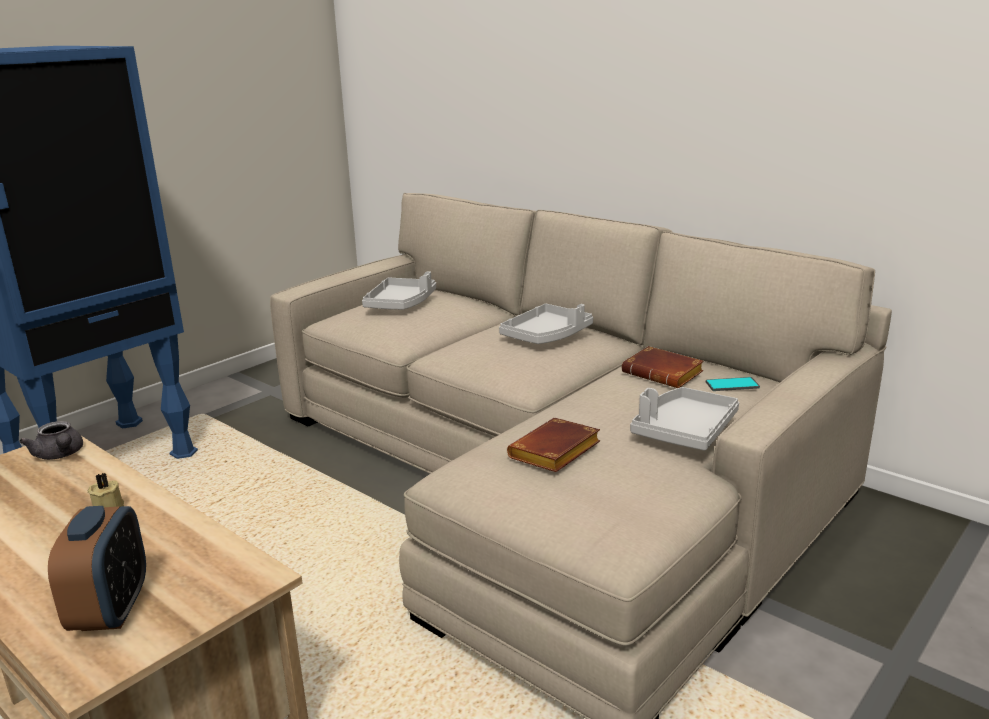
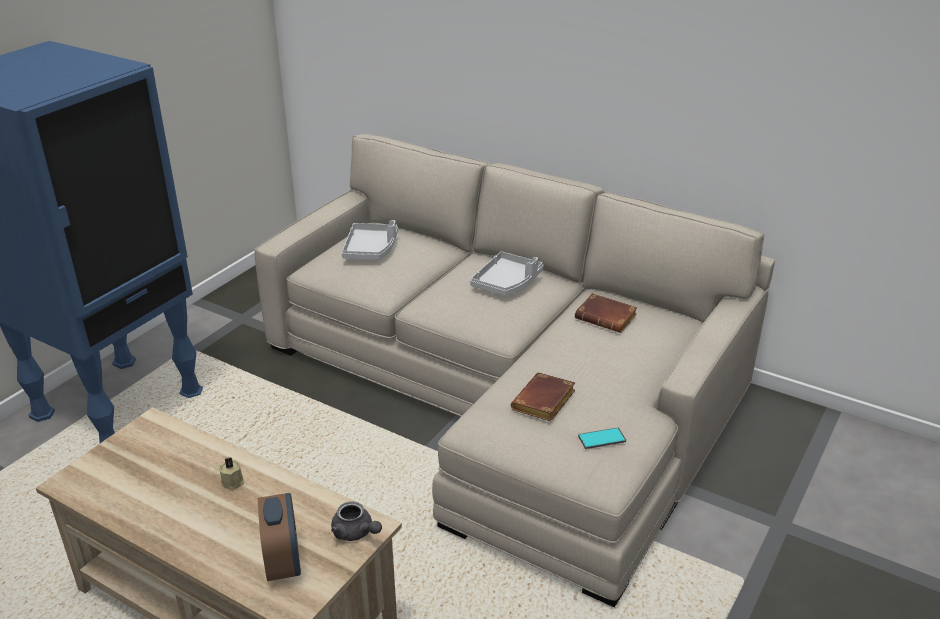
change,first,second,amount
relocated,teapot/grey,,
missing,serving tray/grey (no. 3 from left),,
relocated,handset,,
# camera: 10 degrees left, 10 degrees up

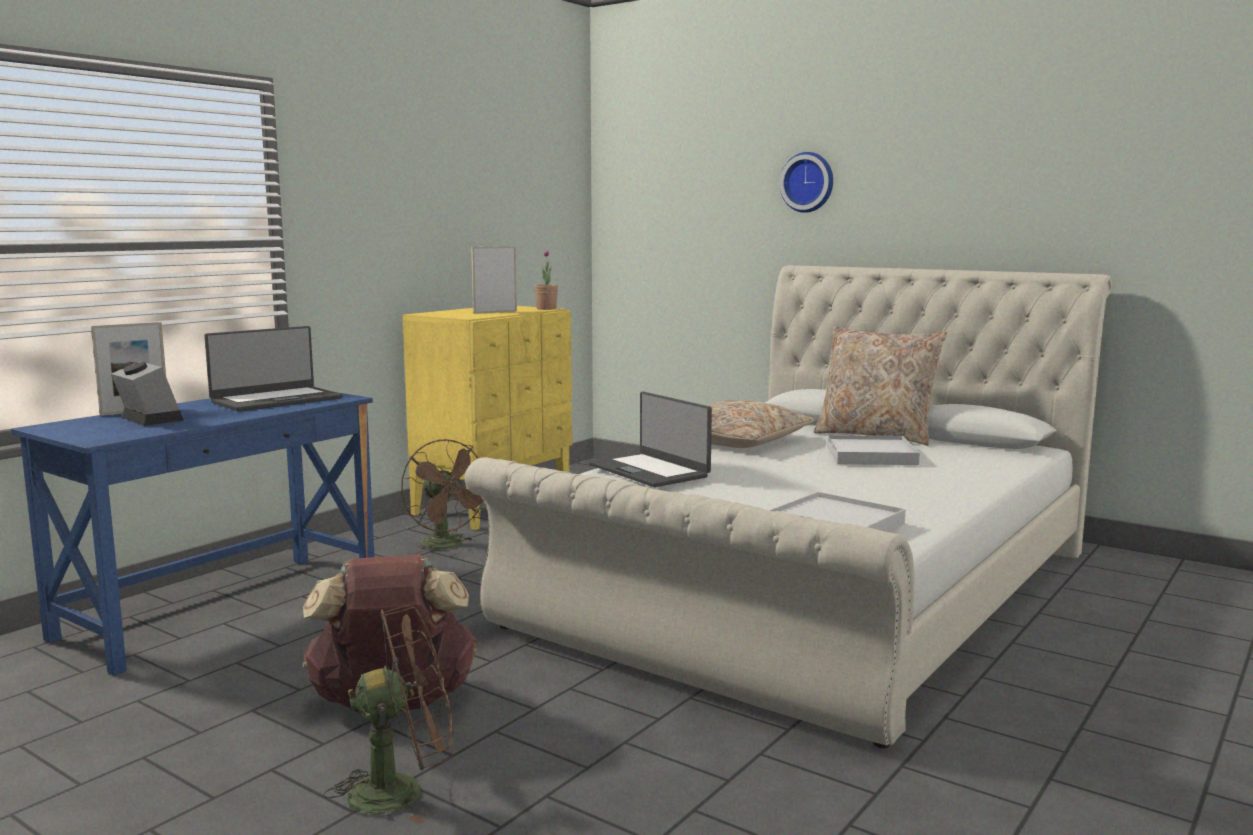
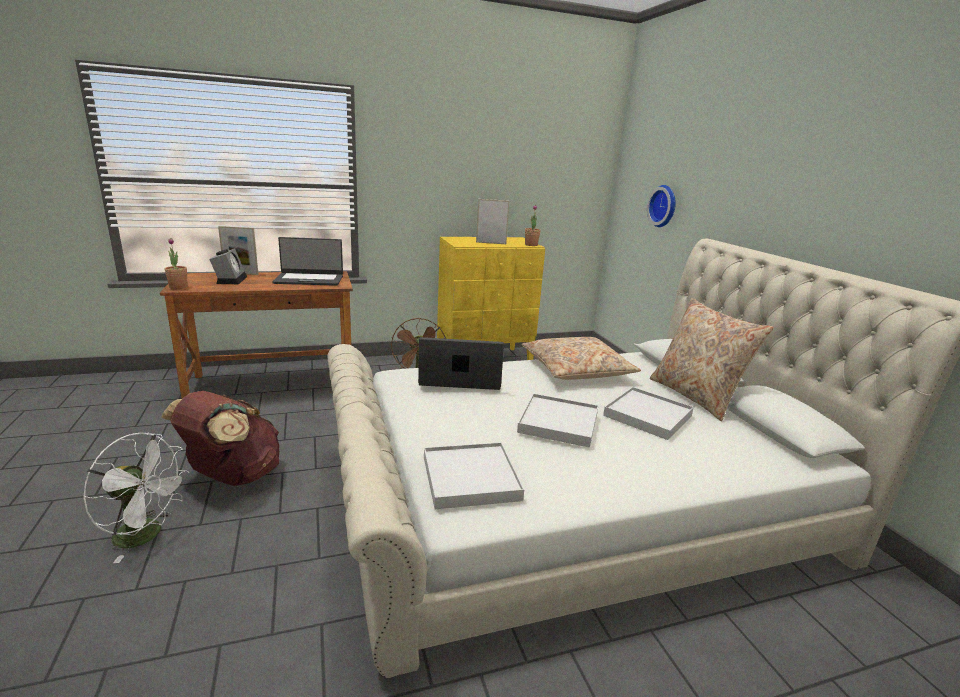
change,first,second,amount
colour,desk unit/bluish,desk unit/brown,
colour,cooling fan/brown (no. 1 from left),cooling fan/white-coloured,
spun,laptop (no. 2 from left),,90 degrees clockwise
relocated,wall clock,,
appeared,,potted plant (no. 1 from left),
appeared,,serving tray/white-coloured (no. 2 from left),
# camera: 35 degrees right, 10 degrees up

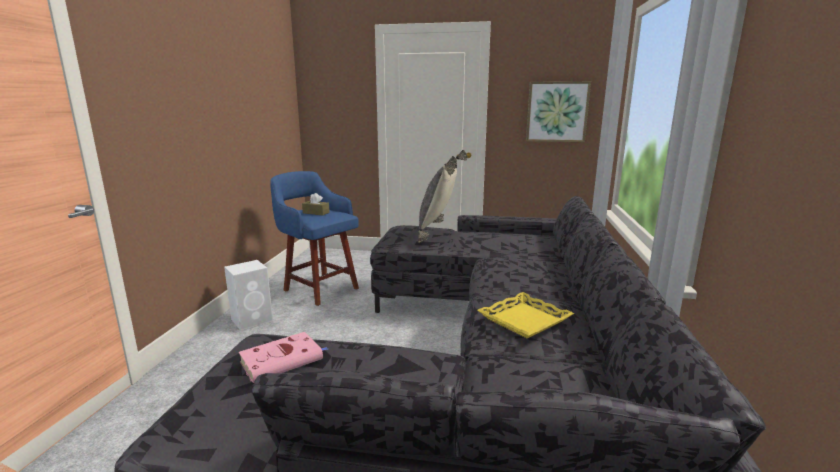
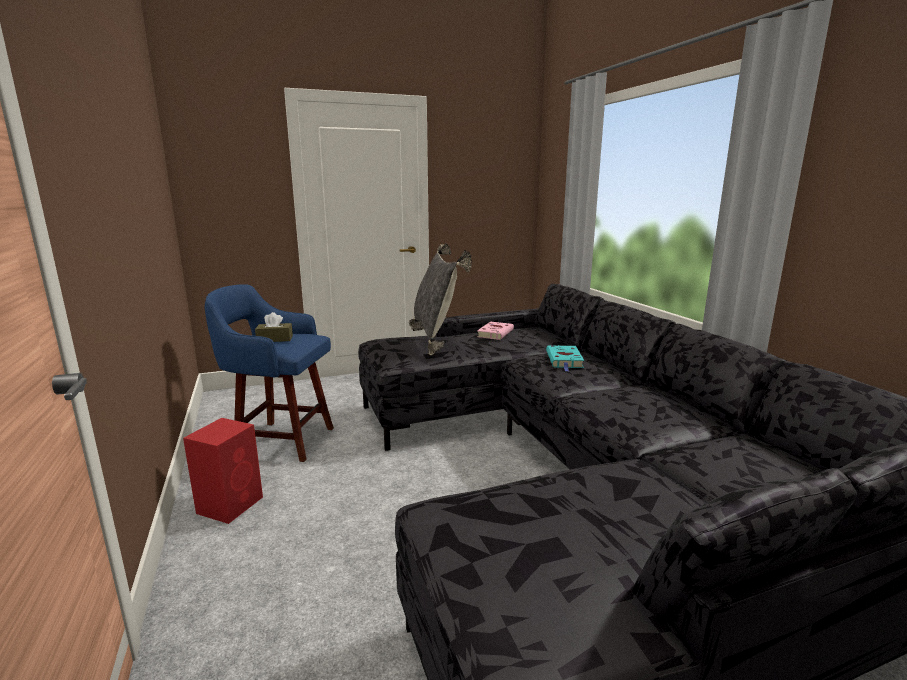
change,first,second,amount
colour,speaker/white-coloured,speaker/reddish,
relocated,book/pink-coloured,,
missing,serving tray/yellow-coloured,,
missing,wall picture,,
appeared,,book/blue-green,
# camera: 30 degrees left, 0 degrees up

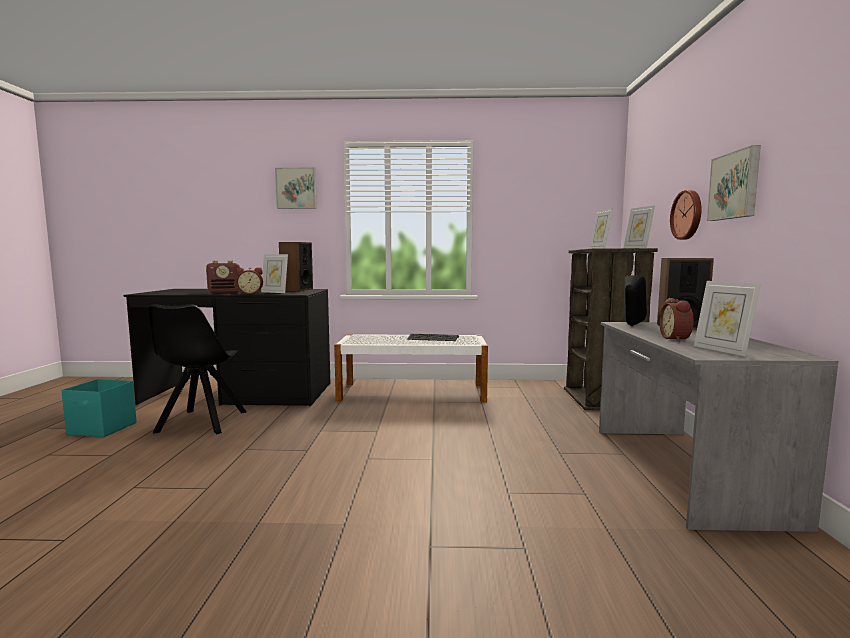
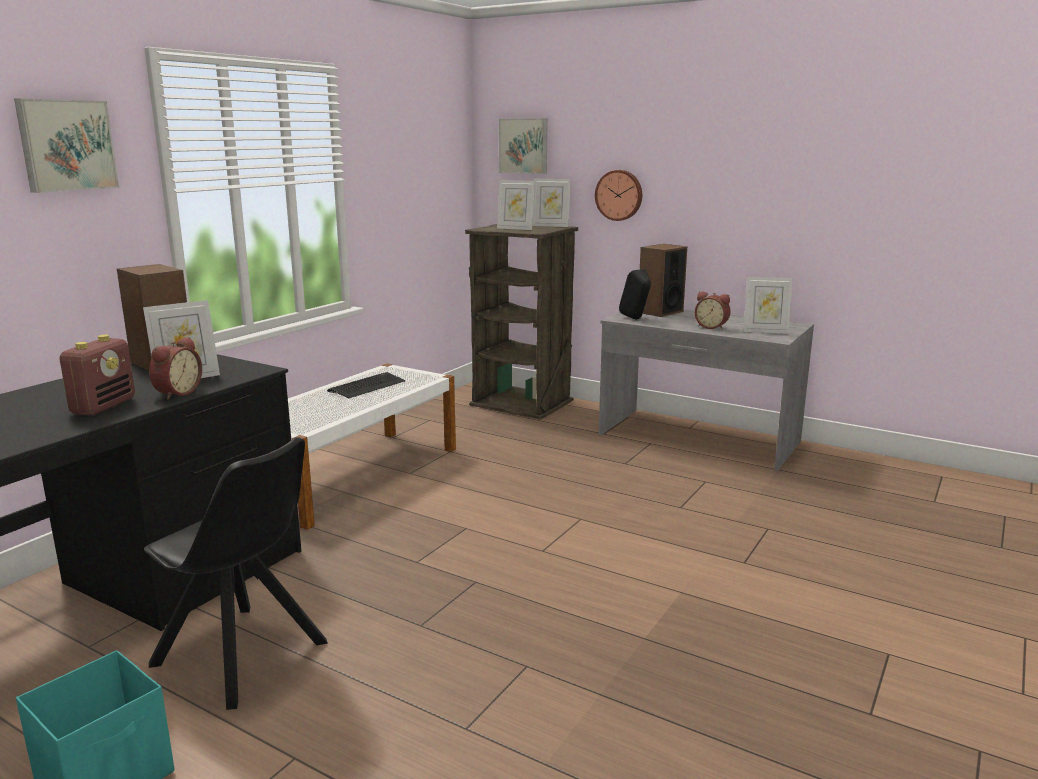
change,first,second,amount
relocated,wall picture (no. 2 from left),,
# camera: 60 degrees left, 10 degrees up

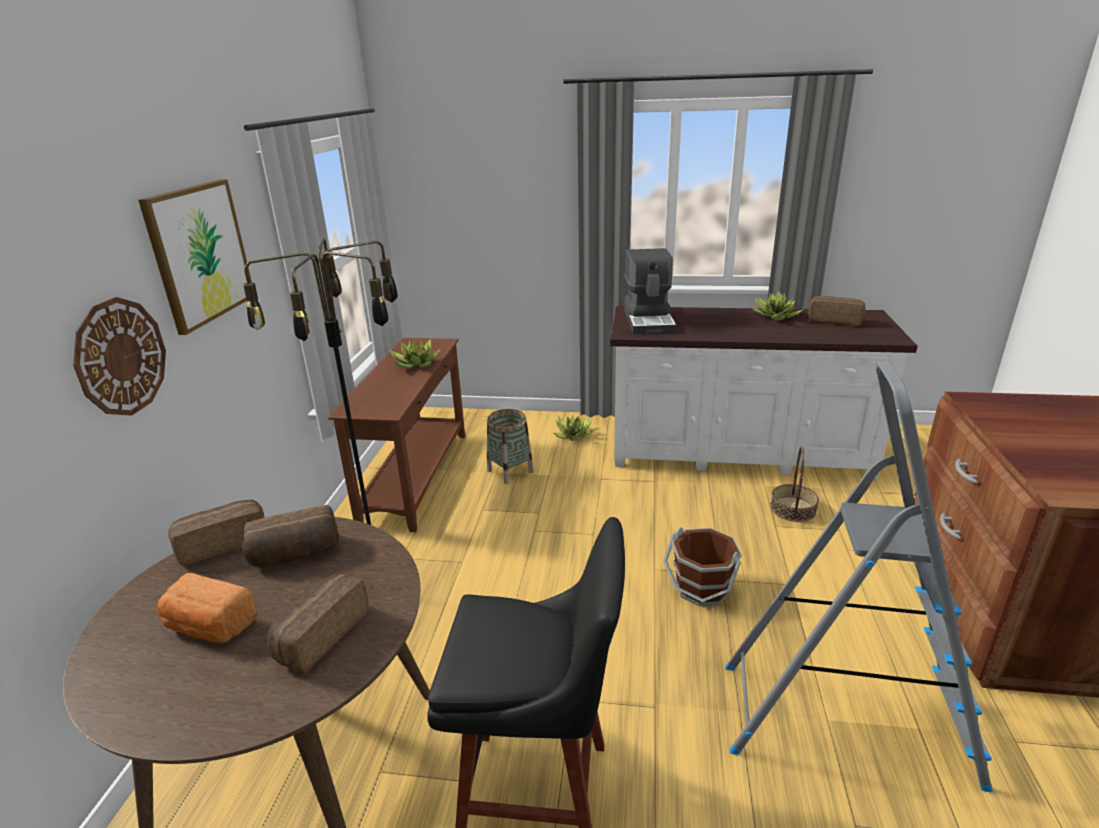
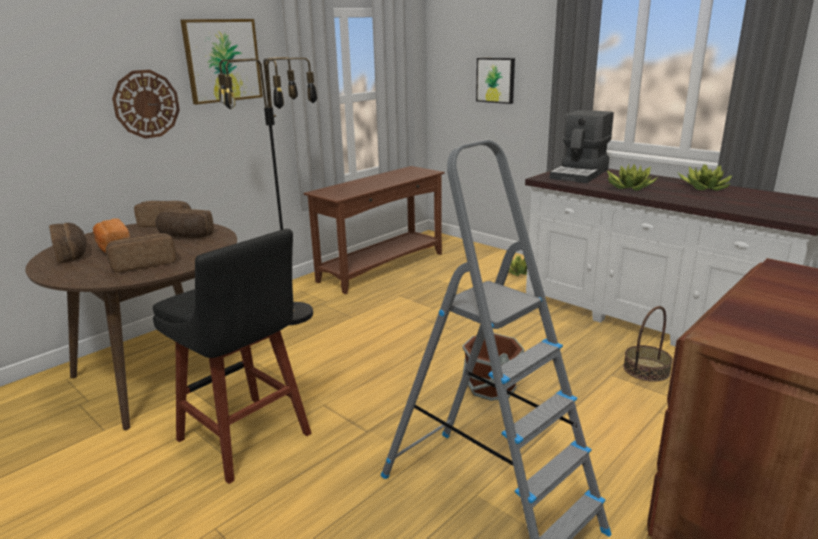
change,first,second,amount
relocated,potted plant (no. 1 from left in the first image),potted plant (no. 2 from left),
missing,household basket (no. 1 from left),,
relocated,baked bread (no. 5 from left in the first image),baked bread (no. 1 from left),
appeared,,wall picture (no. 2 from left),
# camera: 35 degrees right, 5 degrees down

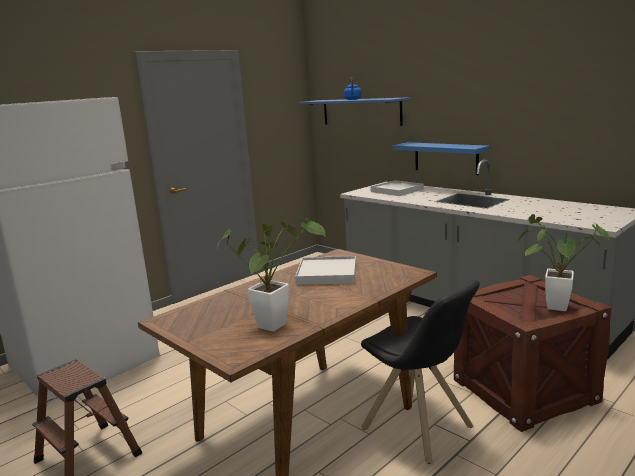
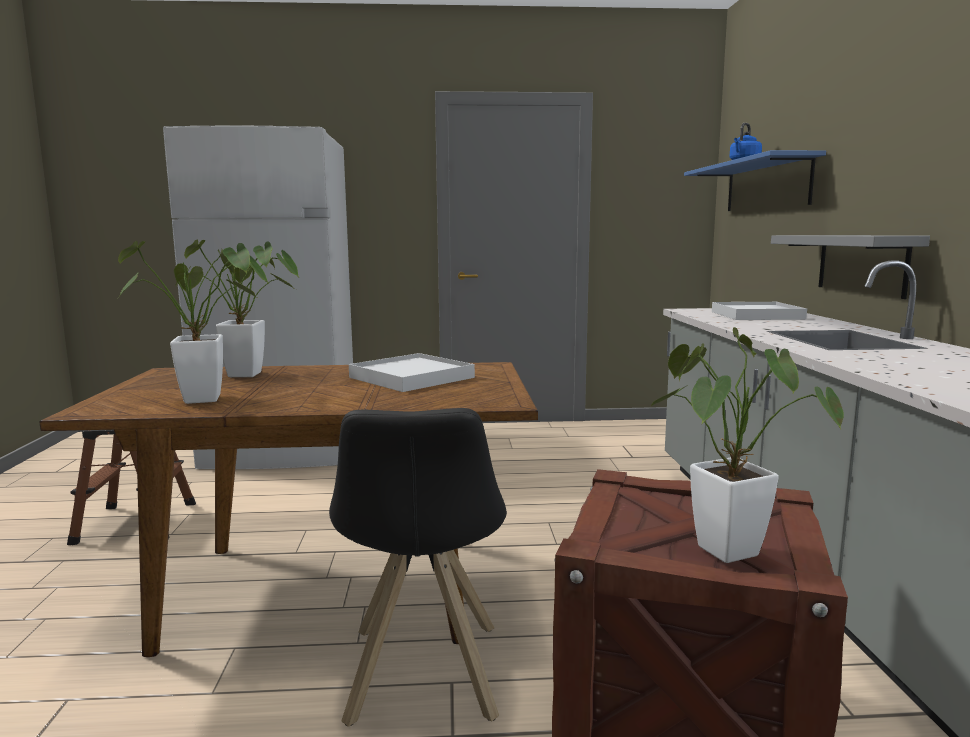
change,first,second,amount
colour,bracket shelf/bluish (no. 2 from left),bracket shelf/grey,
appeared,,potted plant (no. 2 from left),
# camera: 40 degrees right, 5 degrees down

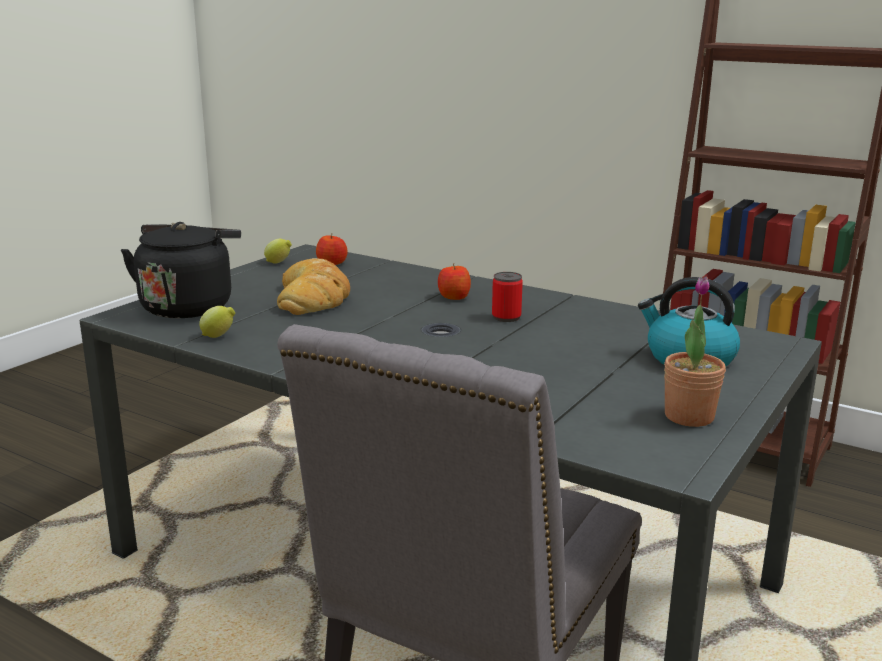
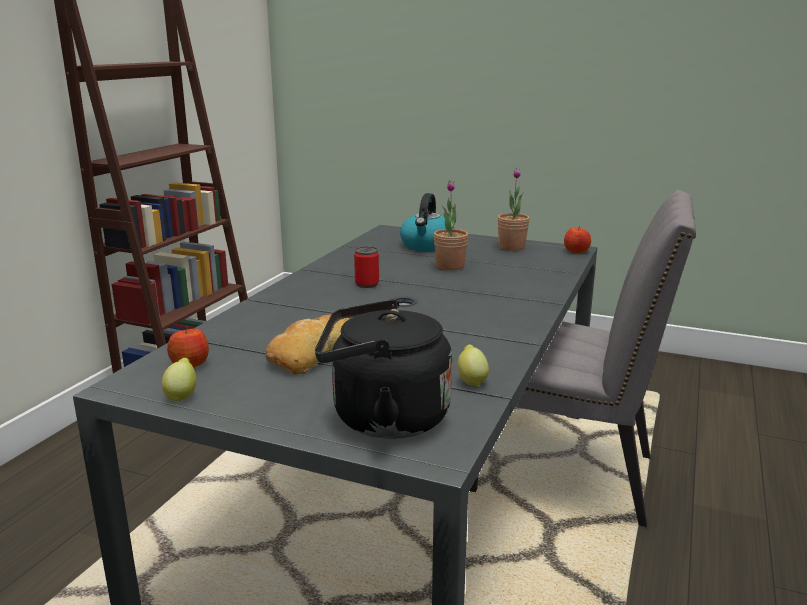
change,first,second,amount
relocated,apple (no. 2 from left),,
appeared,,potted plant (no. 1 from left),
# camera: 100 degrees left, 0 degrees up

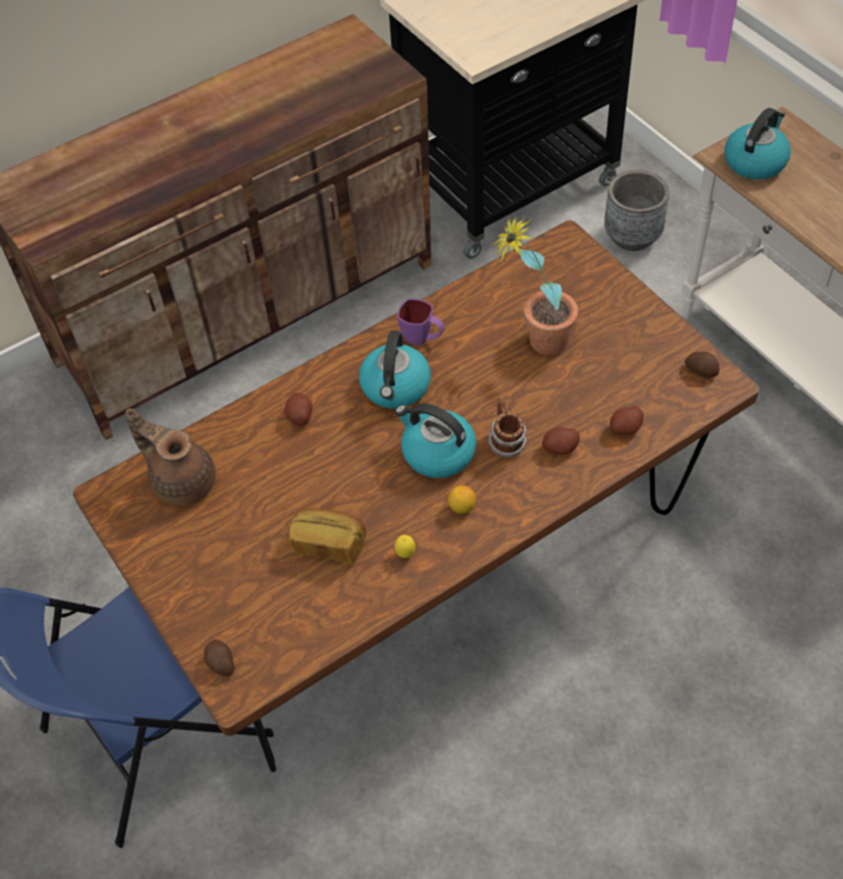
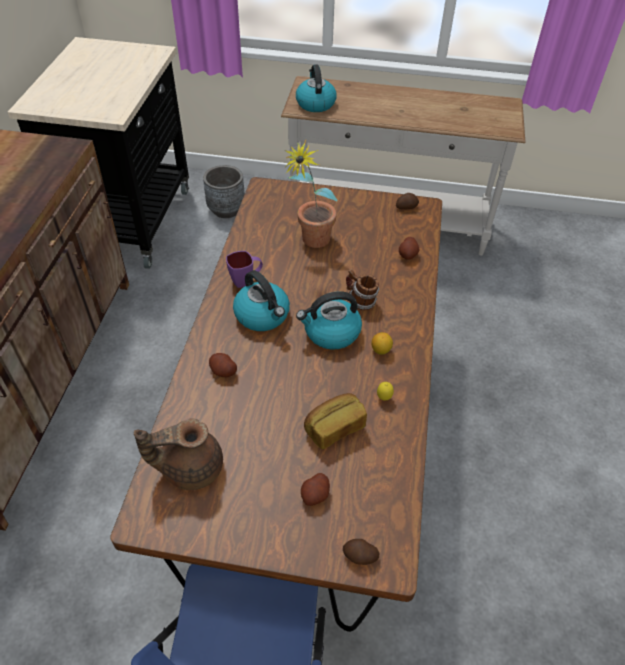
change,first,second,amount
relocated,spud (no. 3 from left in the first image),spud (no. 2 from left),
# camera: 50 degrees left, 5 degrees down

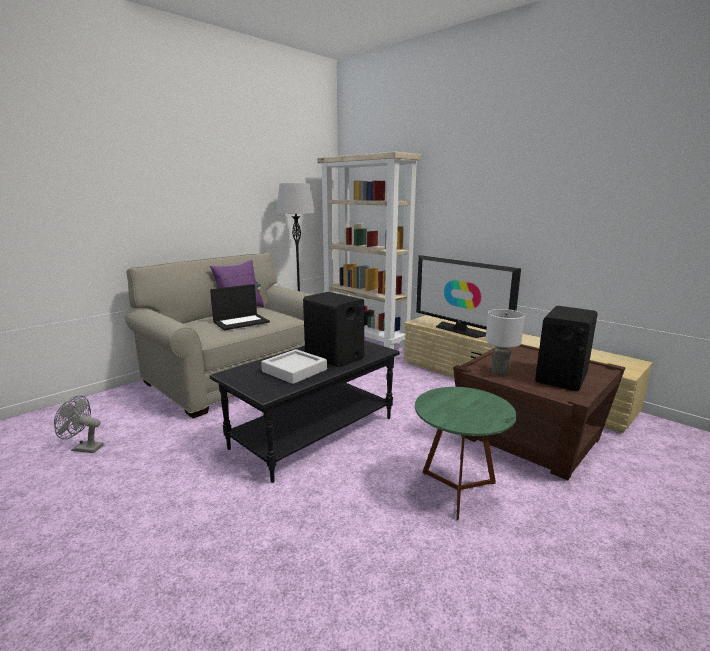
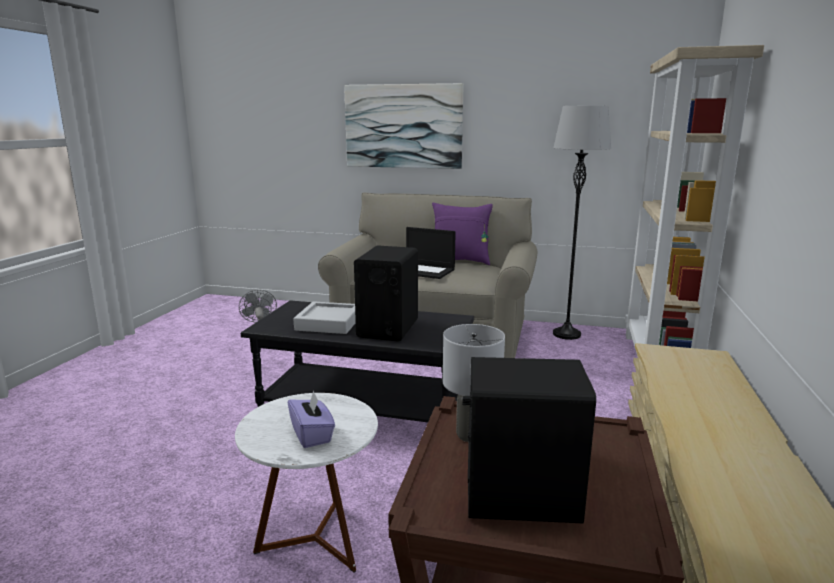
change,first,second,amount
colour,side table/green-coloured,side table/white-coloured,
missing,television,,
appeared,,tissue holder/purplish,
appeared,,wall picture,
# camera: 60 degrees right, 0 degrees up

